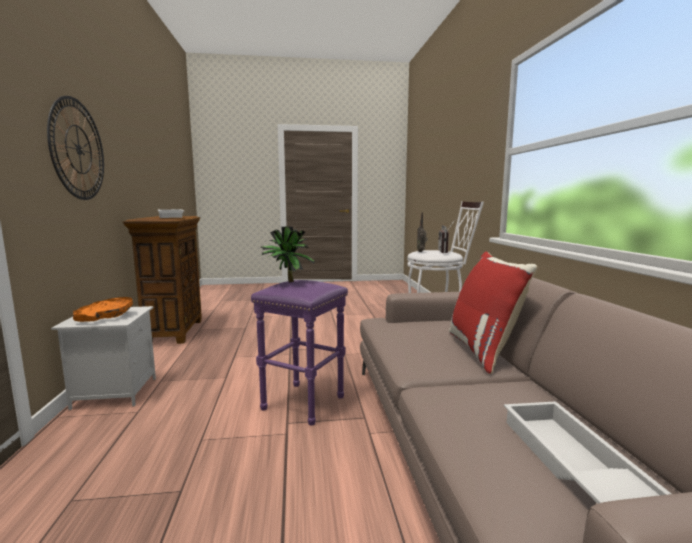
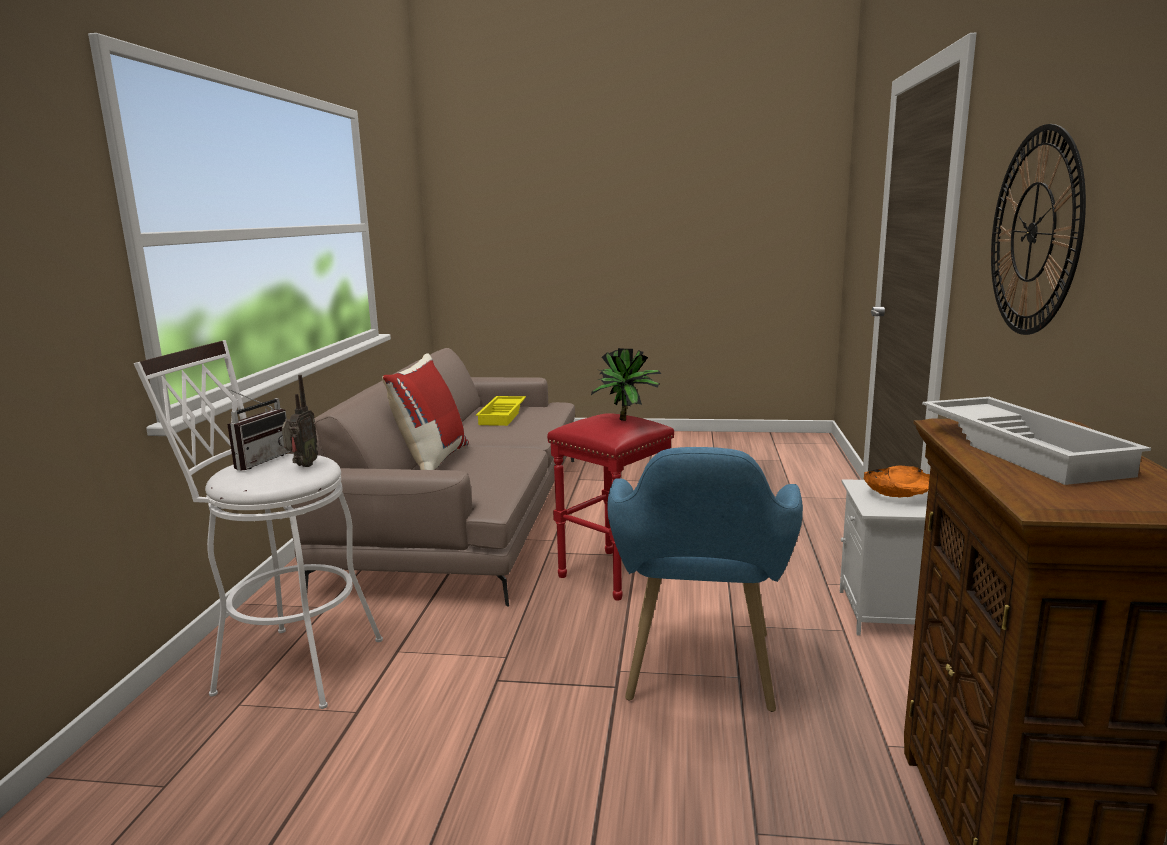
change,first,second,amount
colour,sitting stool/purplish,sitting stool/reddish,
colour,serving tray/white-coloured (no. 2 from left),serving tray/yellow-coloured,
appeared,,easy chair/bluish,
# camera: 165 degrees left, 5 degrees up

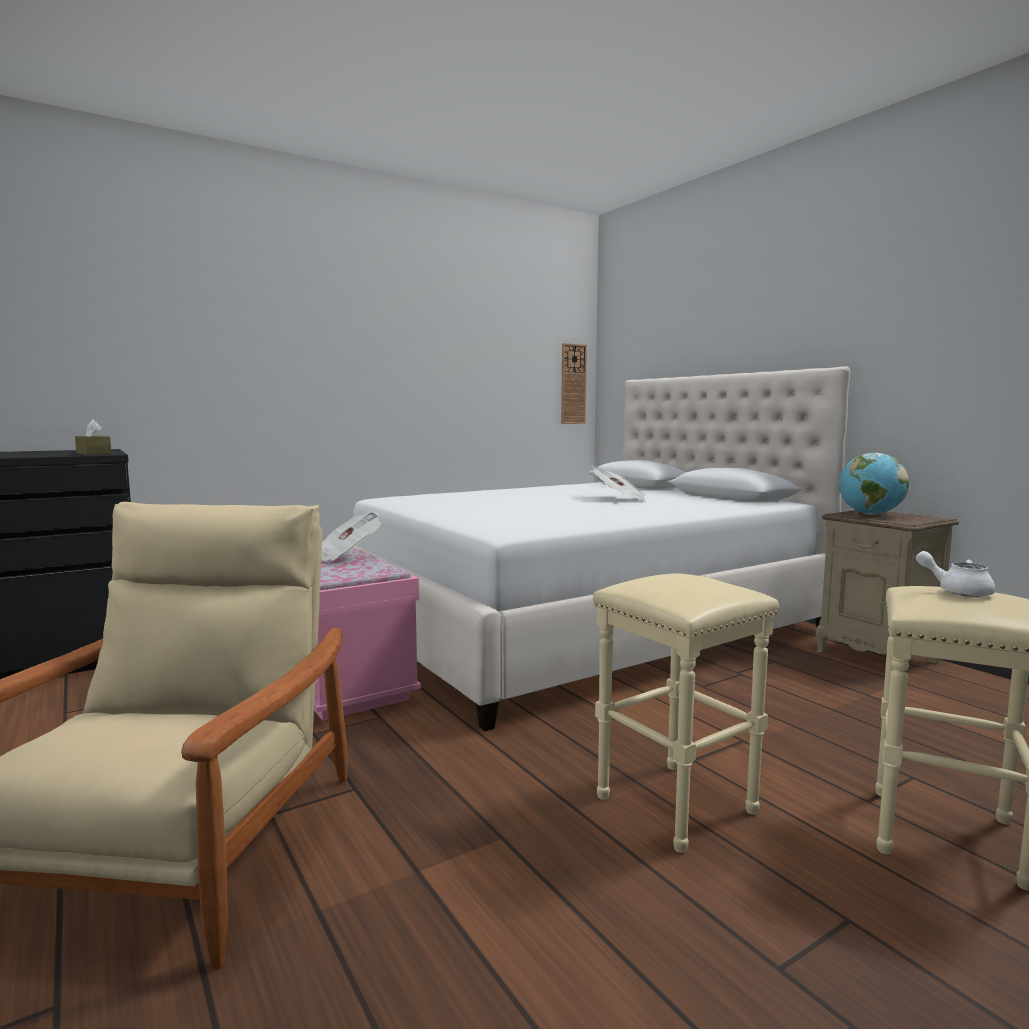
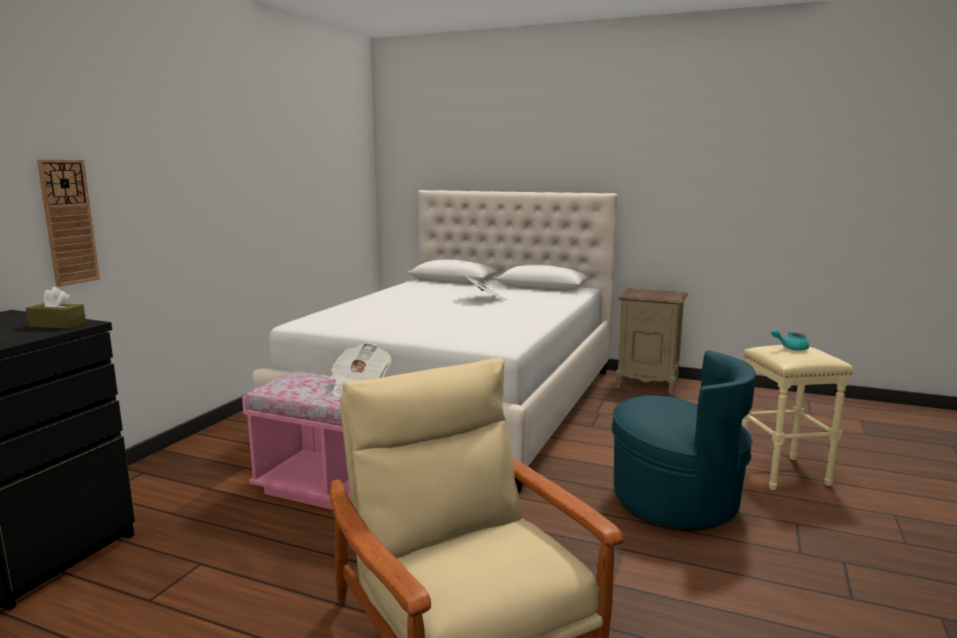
change,first,second,amount
relocated,wall clock,,
exchanged,sitting stool/beige-coloured (no. 1 from left),easy chair/blue-green,
missing,globe,,
colour,teapot/white-coloured,teapot/blue-green,
# camera: 35 degrees left, 5 degrees up

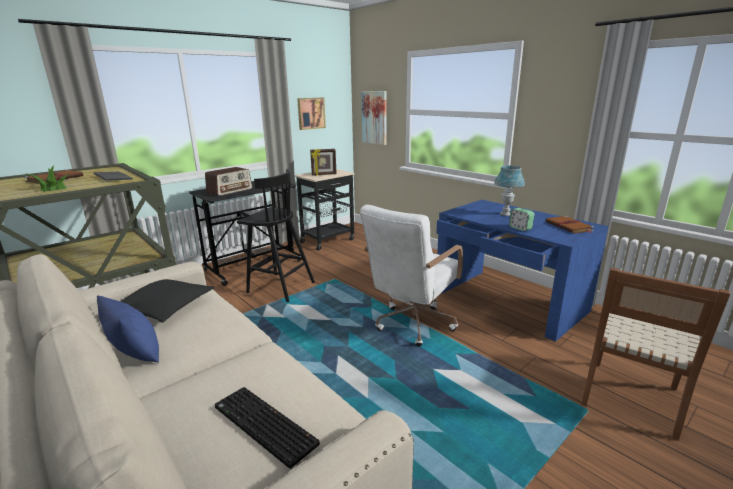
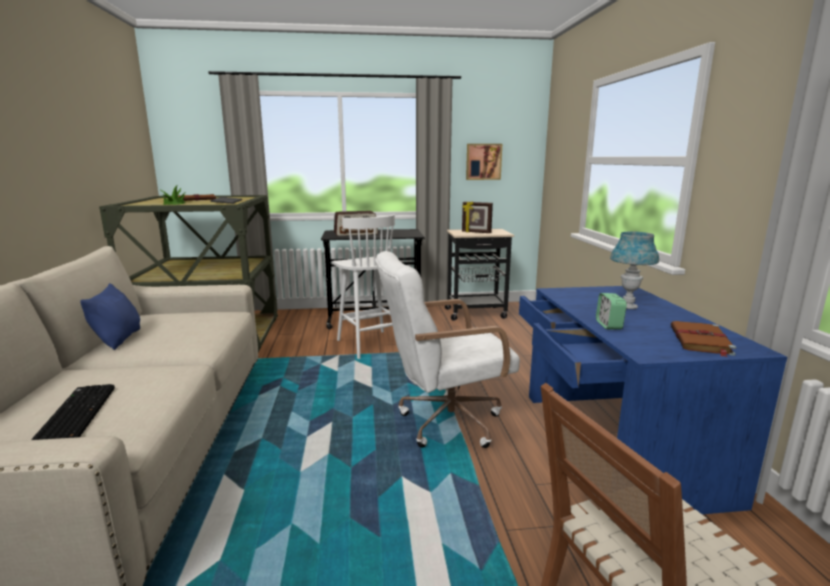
change,first,second,amount
missing,throw pillow/black,,
colour,sitting stool/black,sitting stool/white-coloured,
missing,wall picture (no. 2 from left),,
# camera: 35 degrees right, 5 degrees down

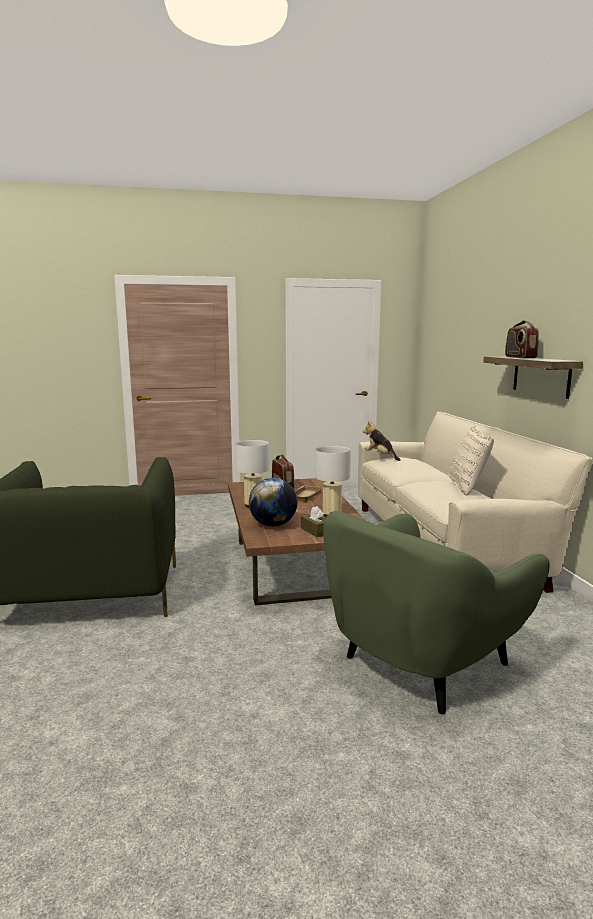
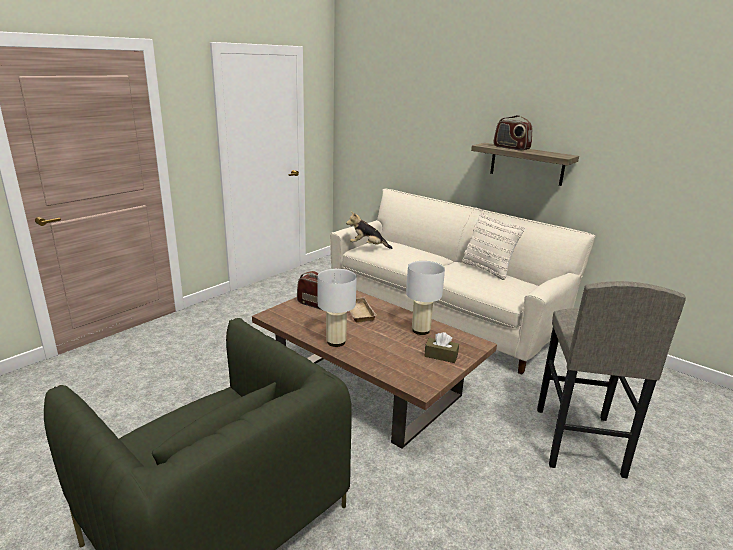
change,first,second,amount
missing,globe,,
exchanged,easy chair/green-coloured (no. 2 from left),sitting stool/grey,
# camera: 40 degrees left, 10 degrees up

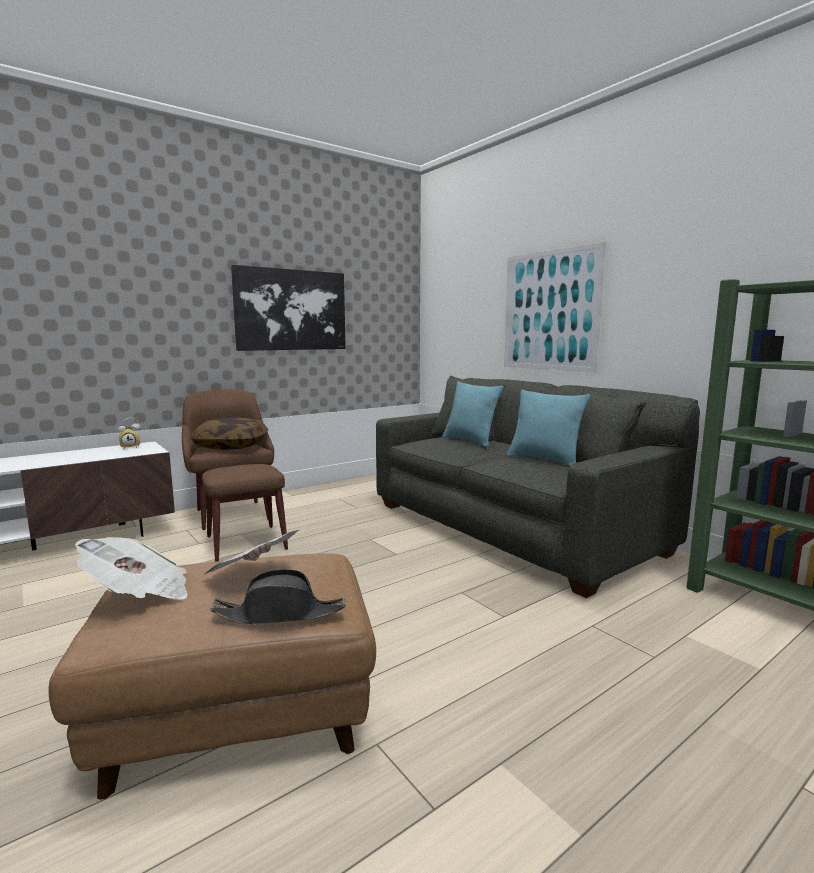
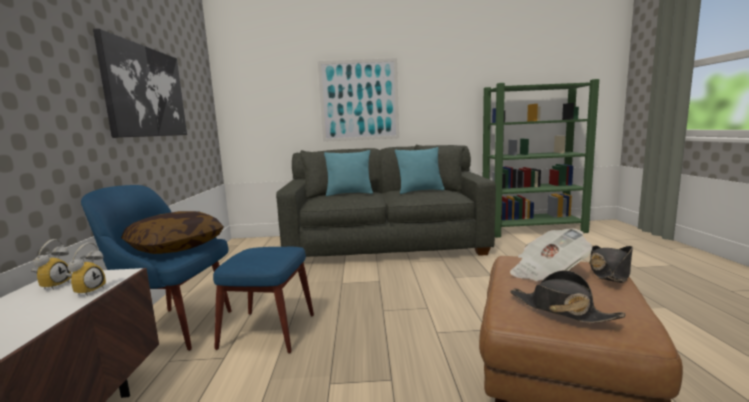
change,first,second,amount
exchanged,newspaper (no. 1 from left),wearable hat/black (no. 1 from left),
colour,easy chair/brown,easy chair/bluish,
appeared,,alarm clock (no. 2 from left),
# camera: 55 degrees left, 0 degrees up

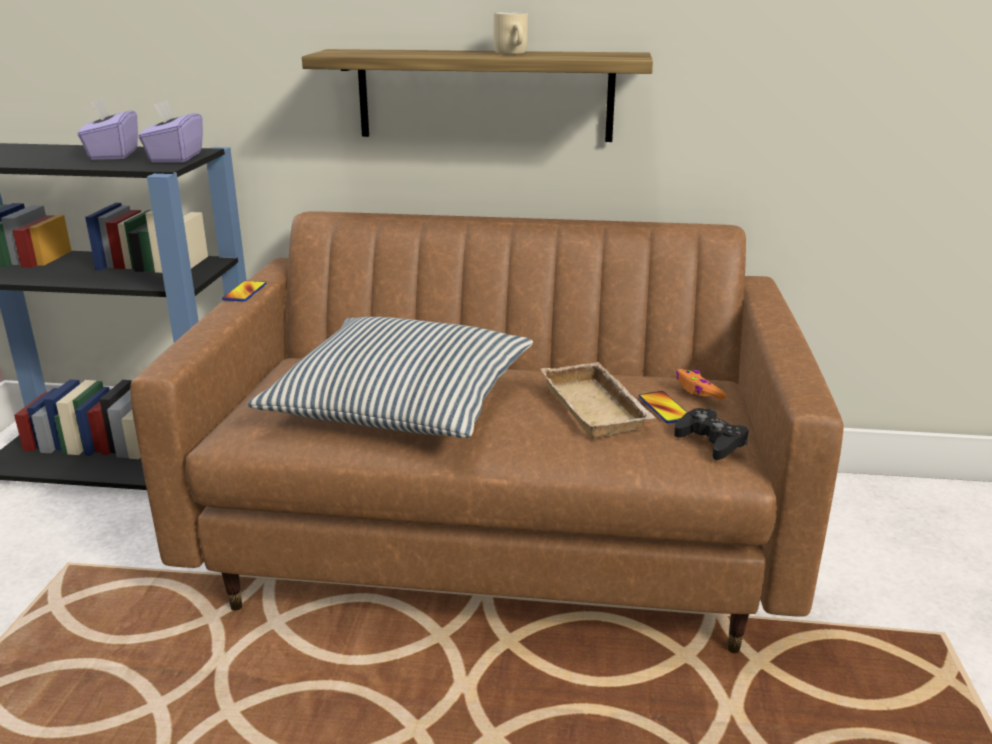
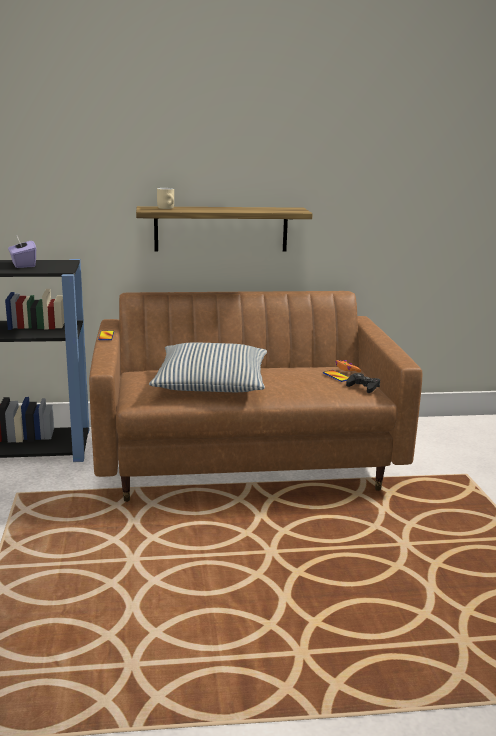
change,first,second,amount
missing,tissue holder/purplish (no. 2 from left),,
relocated,mug/beige-coloured,,
missing,serving tray/beige-coloured,,
# camera: 15 degrees left, 5 degrees down

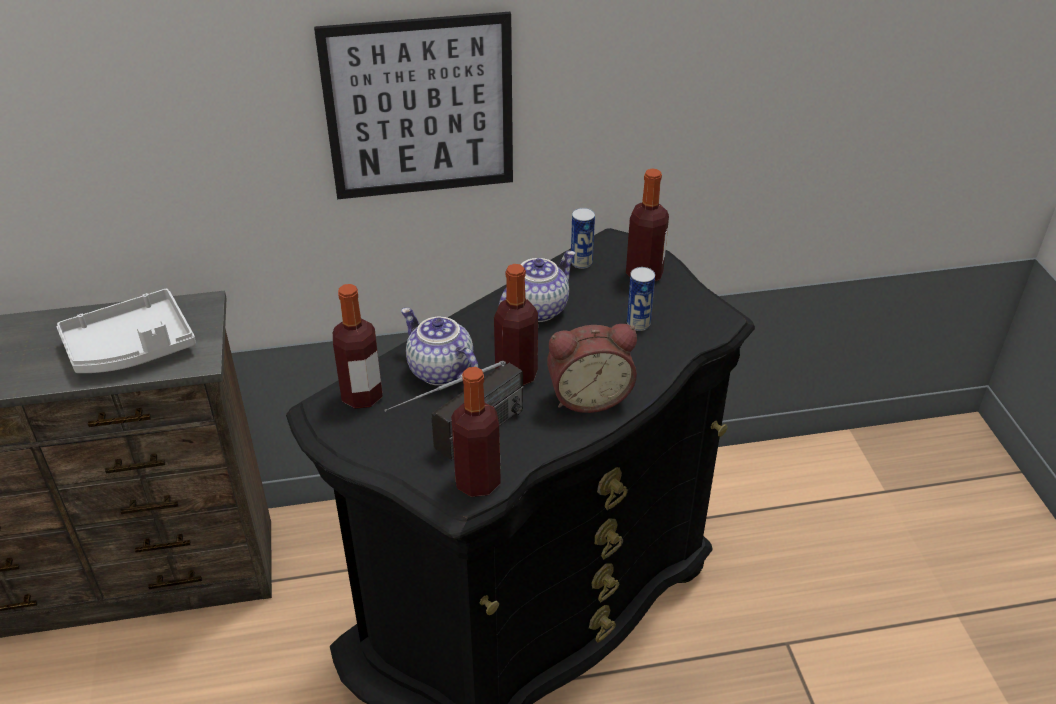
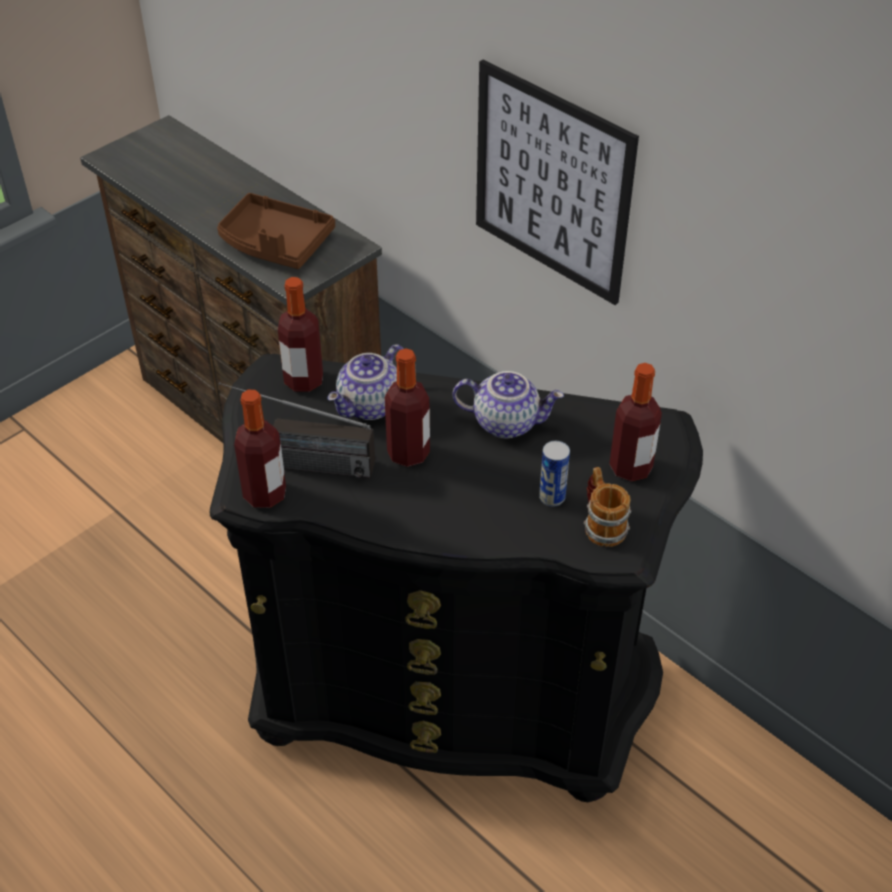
change,first,second,amount
colour,serving tray/grey,serving tray/brown,
spun,teapot (no. 1 from left),,150 degrees counterclockwise
missing,alarm clock,,
missing,can (no. 1 from left),,
appeared,,mug,
# camera: 55 degrees right, 5 degrees up

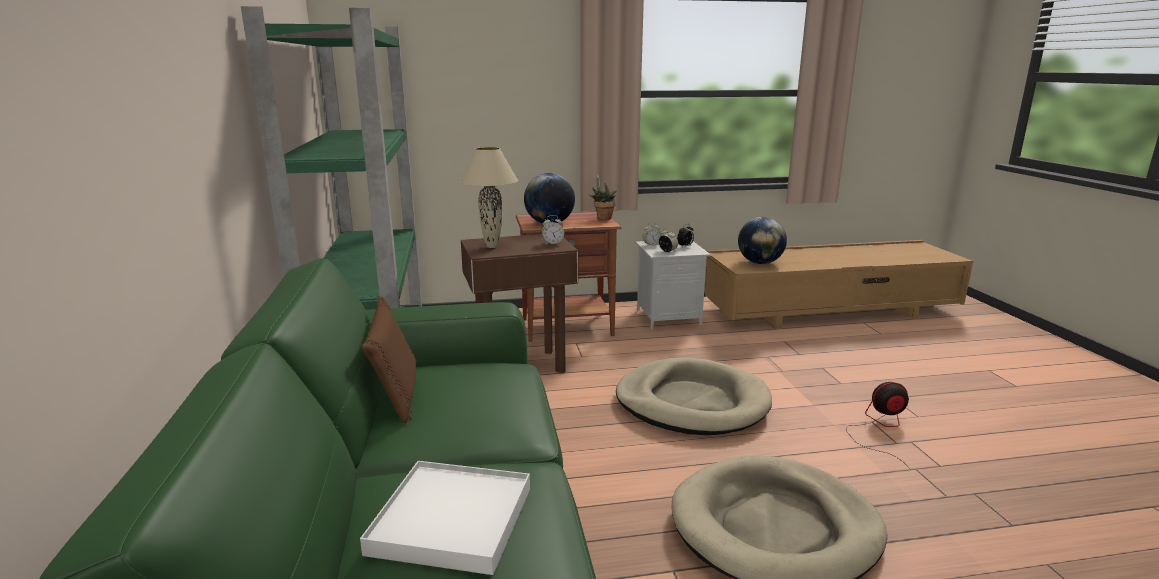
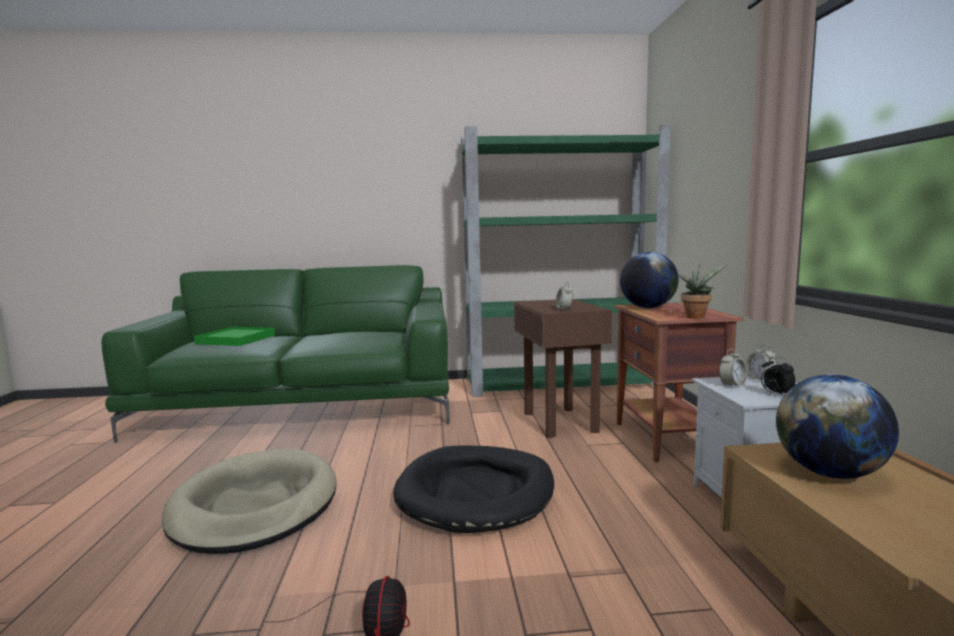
change,first,second,amount
colour,serving tray/white-coloured,serving tray/green-coloured,
missing,throw pillow/brown,,
missing,tabletop lamp/beige-coloured,,
colour,dog cushion/beige-coloured (no. 1 from left),dog cushion/black,
# camera: 95 degrees right, 10 degrees down

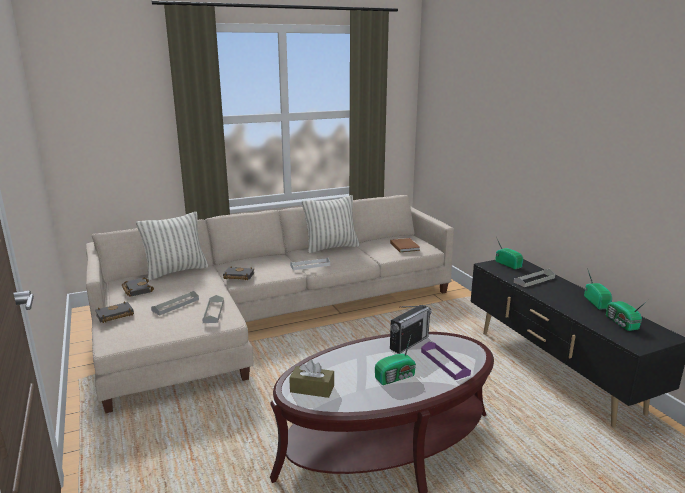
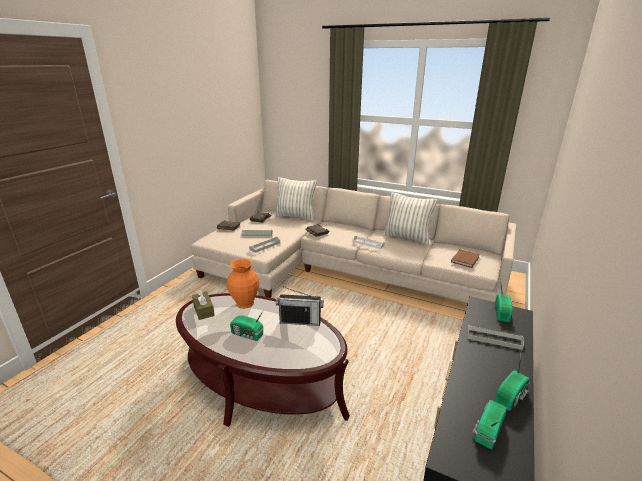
change,first,second,amount
missing,serving tray/purplish,,
appeared,,decorative vase/orange-coloured,
# camera: 50 degrees right, 5 degrees up

